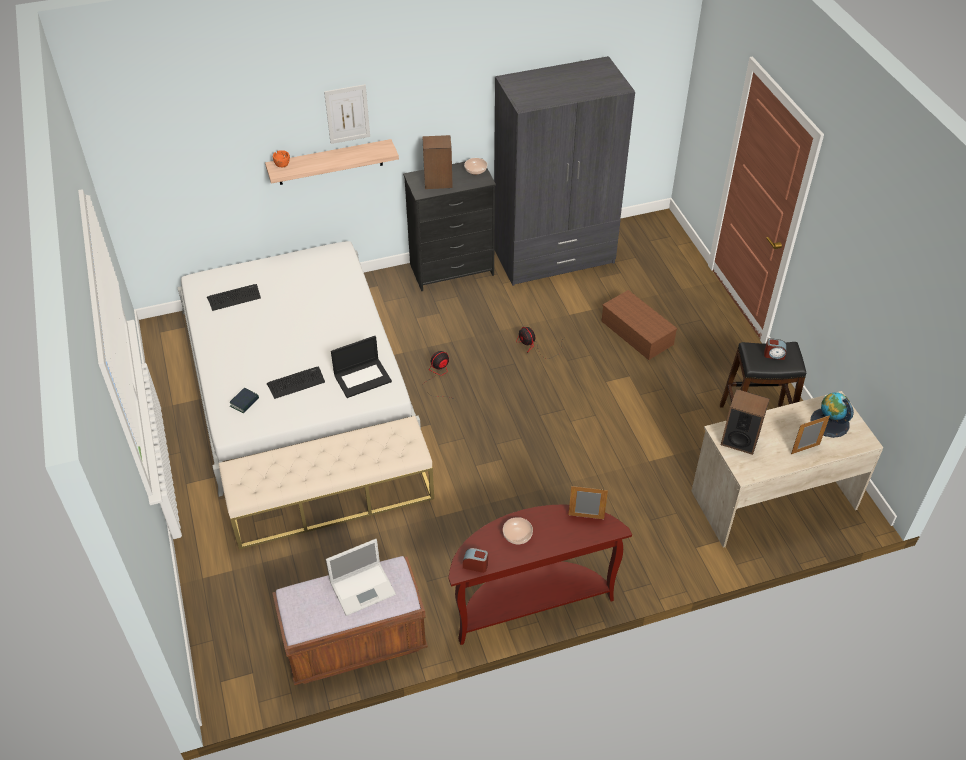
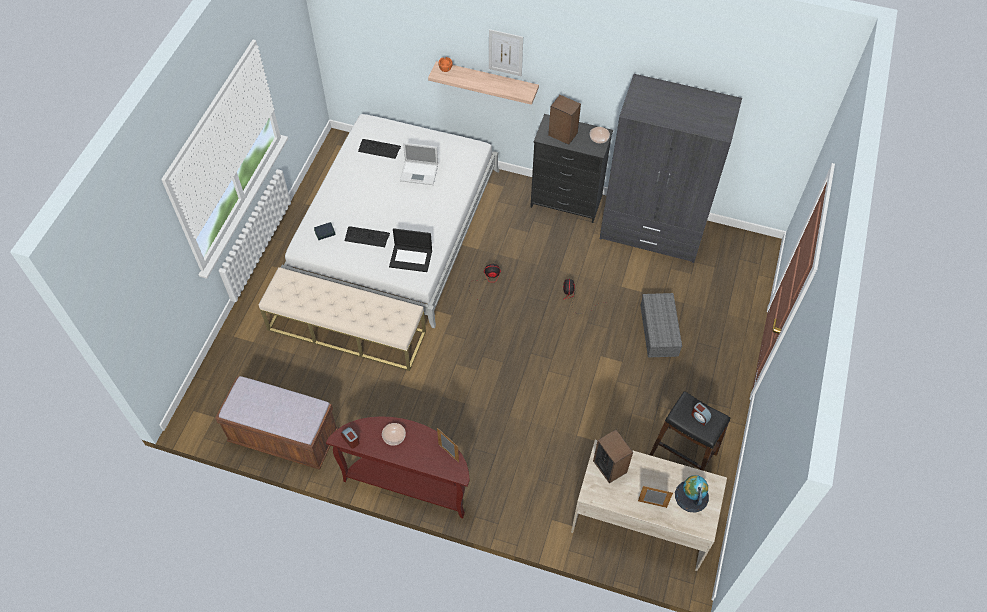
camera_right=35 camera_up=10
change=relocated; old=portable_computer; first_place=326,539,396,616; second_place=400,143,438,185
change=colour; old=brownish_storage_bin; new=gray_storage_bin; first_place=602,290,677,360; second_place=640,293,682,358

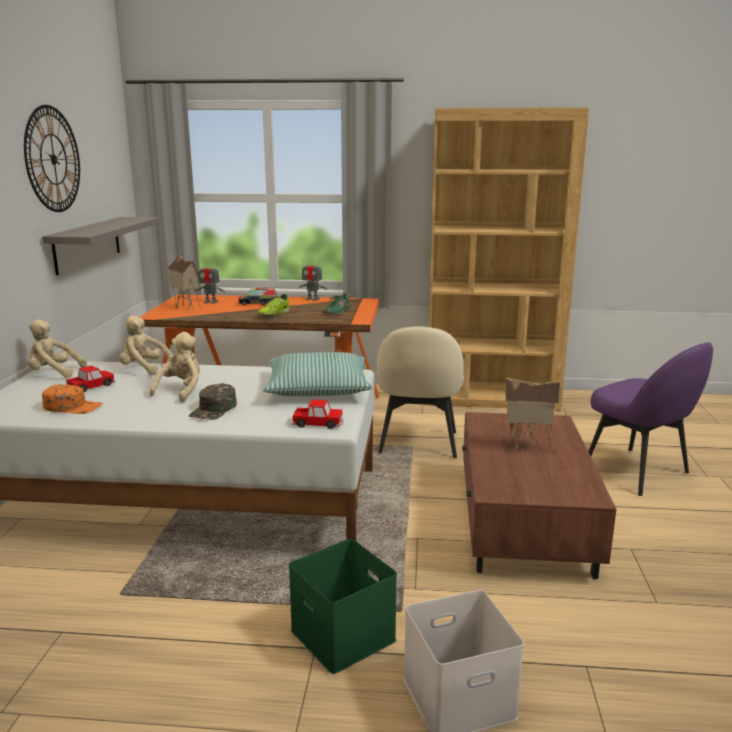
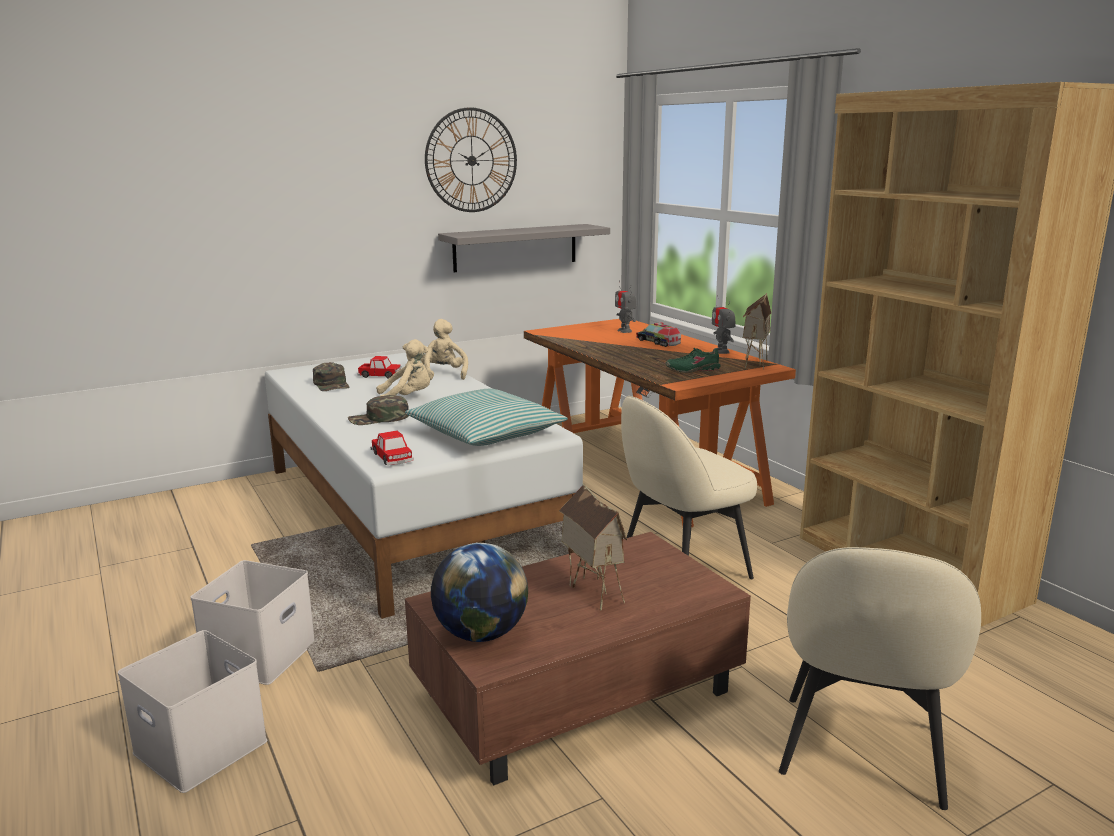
camera_right=55 camera_up=0
change=colour; old=green_storage_bin; new=whitish_storage_bin; first_place=289,539,397,674; second_place=190,560,315,685
change=colour; old=orange-coloured_baseball_cap; new=green_baseball_cap; first_place=42,385,103,414; second_place=313,362,349,391
change=appeared; new=desk_globe; second_place=431,543,528,642
change=relocated; old=miniature_house; first_place=167,255,202,313; second_place=743,293,771,370
change=colour; old=purplish_plain_chair; new=beige_plain_chair; first_place=588,342,713,496; second_place=779,547,981,810
change=missing; old=beige_soft_toy; first_place=29,320,87,378
change=missing; old=low_shoe; first_place=258,294,290,316

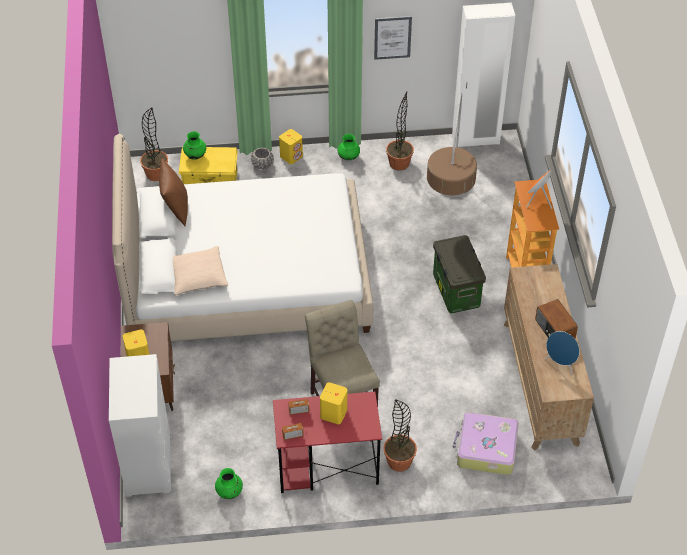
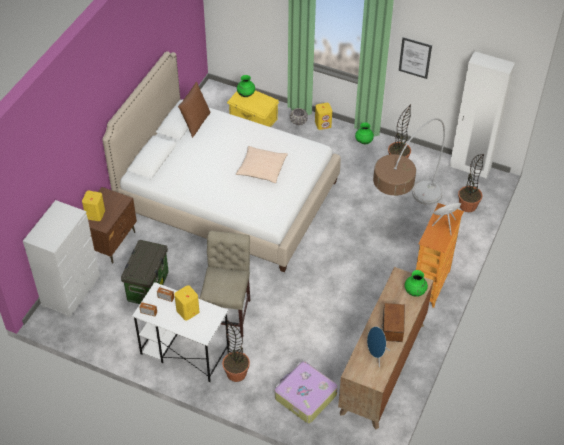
camera_right=30 camera_up=0
change=relocated; old=storage_bin; first_place=433,235,486,313; second_place=121,240,169,304
change=colour; old=reddish_desk_table; new=whitish_desk_table; first_place=273,392,382,493; second_place=132,282,229,382
change=relocated; old=beige_throw_pillow; first_place=173,246,228,295; second_place=236,146,288,183
change=relocated; old=green_flower_vase; first_place=215,468,243,499; second_place=405,270,428,297
change=relocated; old=plant_in_a_pot; first_place=140,108,168,181; second_place=458,154,484,212

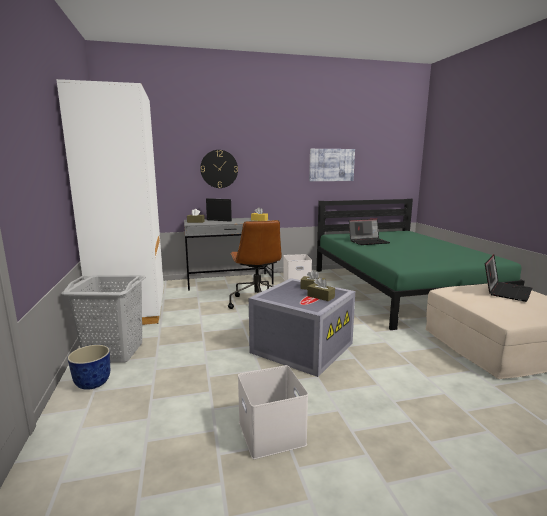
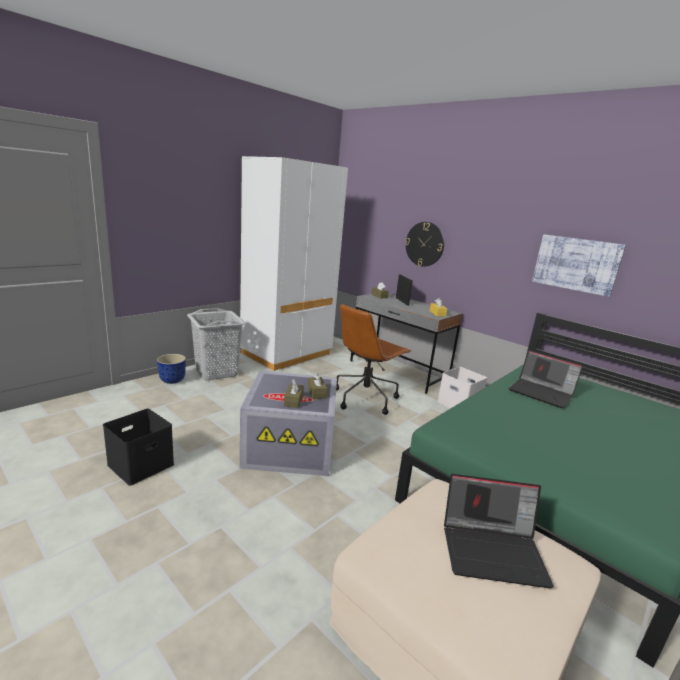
camera_right=55 camera_up=5
change=colour; old=whitish_storage_bin; new=blackish_storage_bin; first_place=238,365,308,459; second_place=103,409,174,486

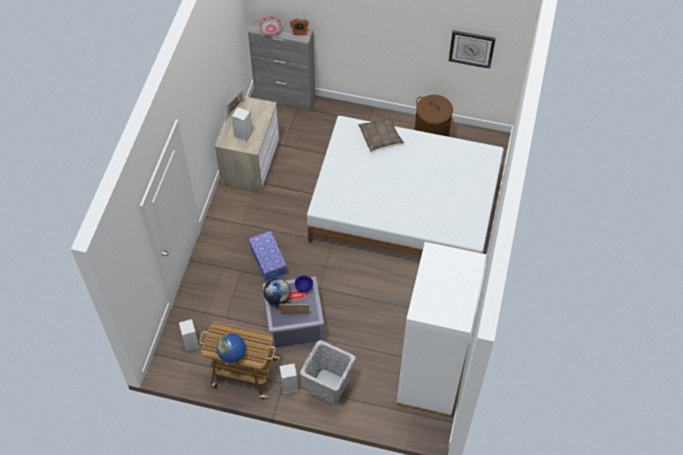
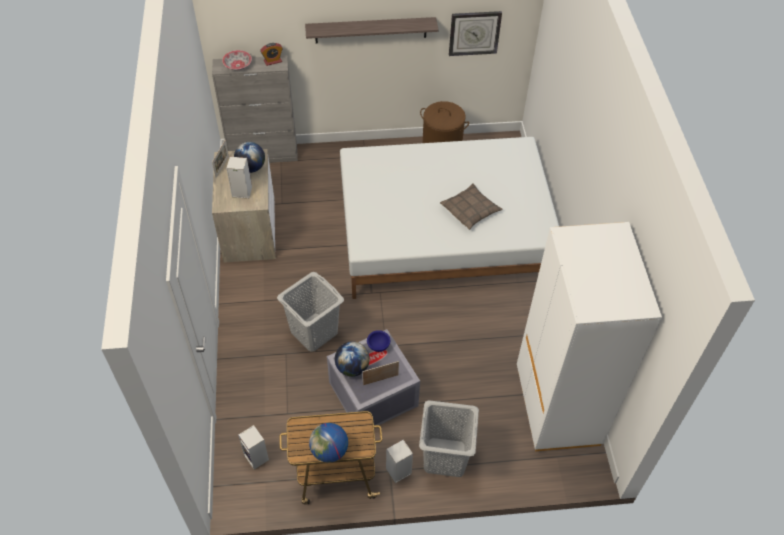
camera_right=-20 camera_up=-5
change=appeared; new=desk_globe; second_place=234,142,265,173
change=exchanged; old=storage_bin; new=gray_hamper; first_place=249,231,287,281; second_place=277,272,344,352
change=appeared; new=wall_shelf; second_place=305,17,439,43
change=relocated; old=throw_pillow; first_place=358,116,404,152; second_place=440,184,503,230

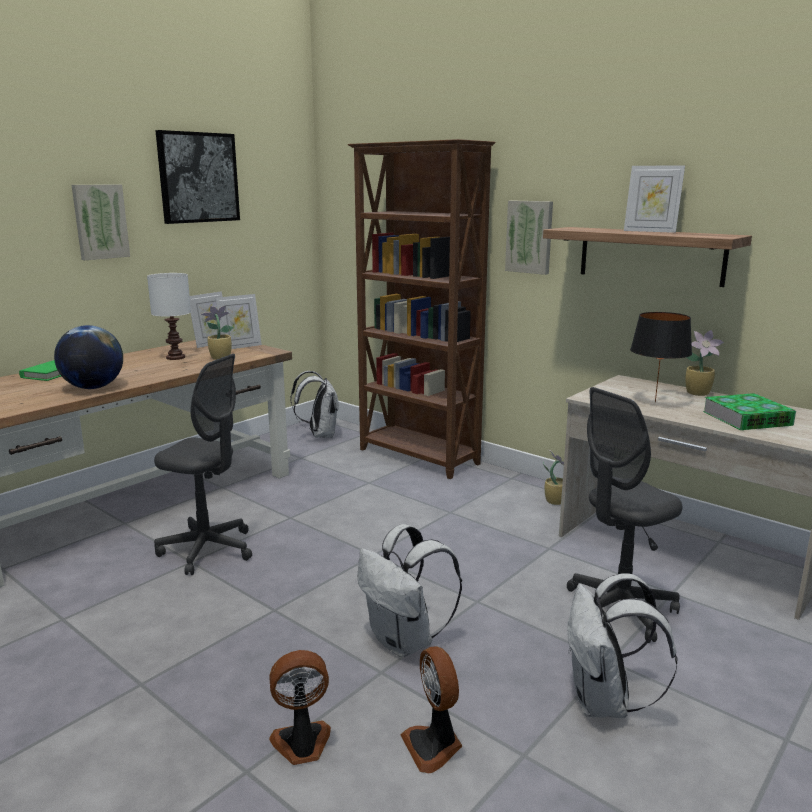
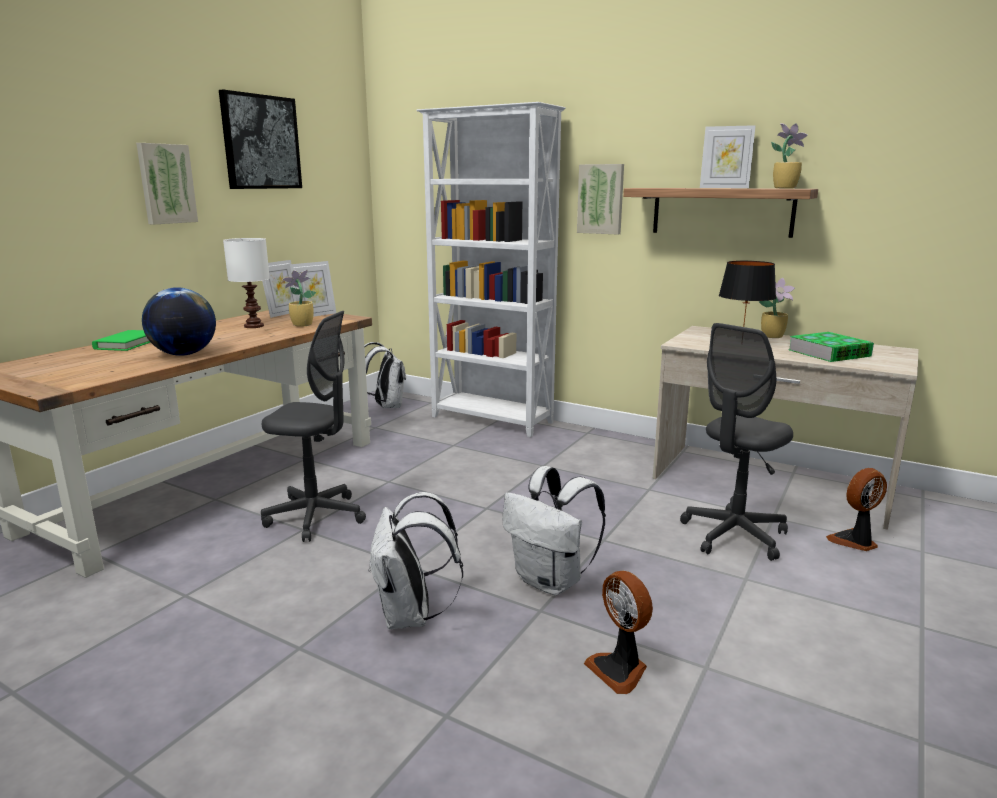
camera_right=-10 camera_up=0
change=relocated; old=whitish_backpack; first_place=567,573,678,718; second_place=368,492,463,629
change=colour; old=brownish_shelving_unit; new=whitish_shelving_unit; first_place=348,139,496,479; second_place=416,102,566,437
change=relocated; old=plant_in_a_pot; first_place=543,450,564,505; second_place=771,123,808,188
change=relocated; old=electric_fan; first_place=269,650,331,765; second_place=826,468,887,551

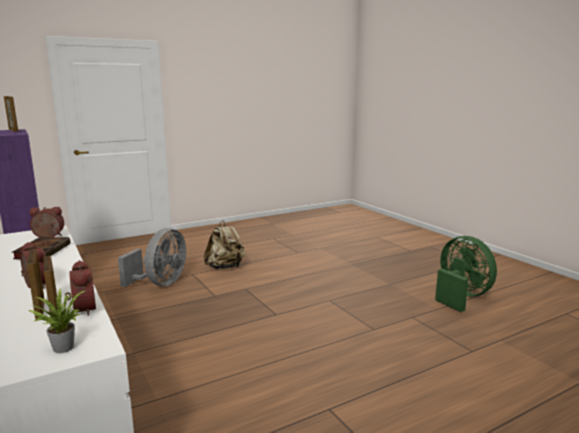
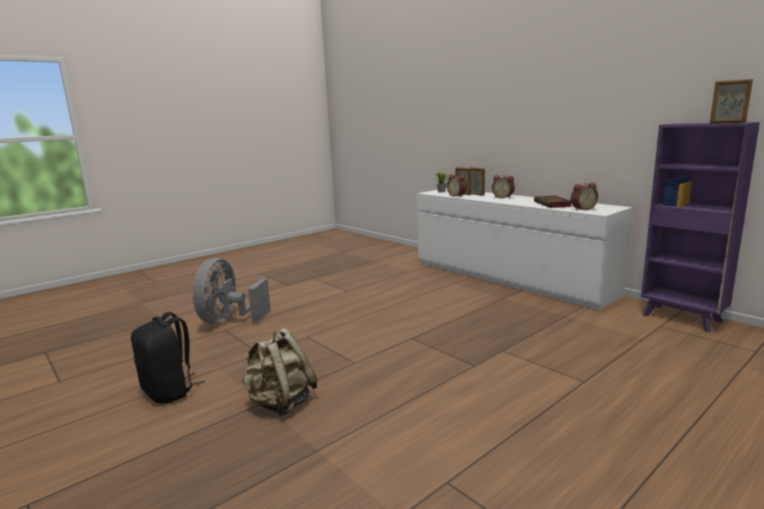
camera_right=170 camera_up=0
change=exchanged; old=green_electric_fan; new=blackish_backpack; first_place=435,236,497,312; second_place=131,312,205,404
change=relocated; old=gray_electric_fan; first_place=118,228,186,287; second_place=193,258,271,324
change=relocated; old=beige_backpack; first_place=204,221,245,269; second_place=242,328,318,416

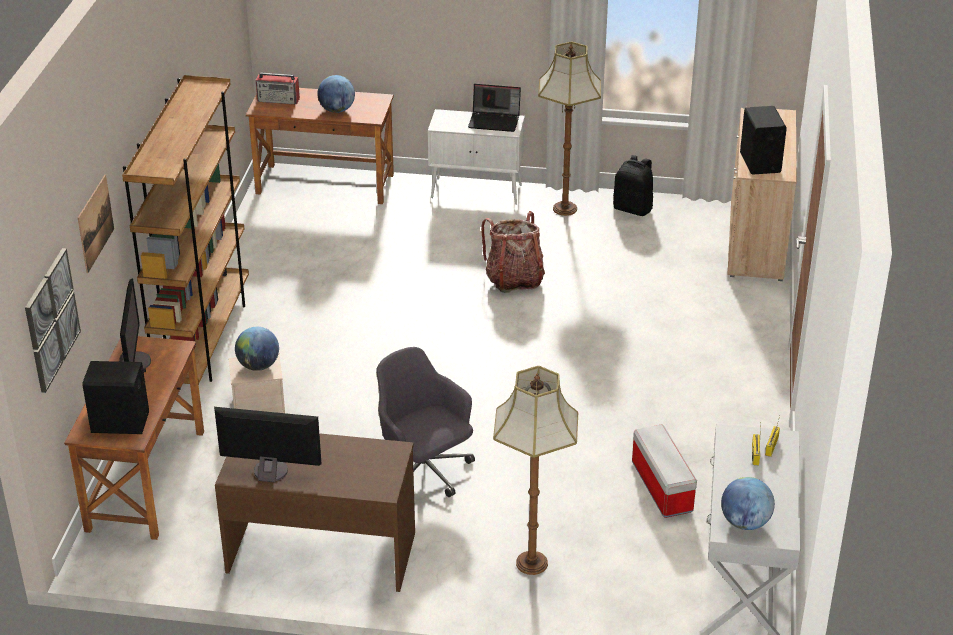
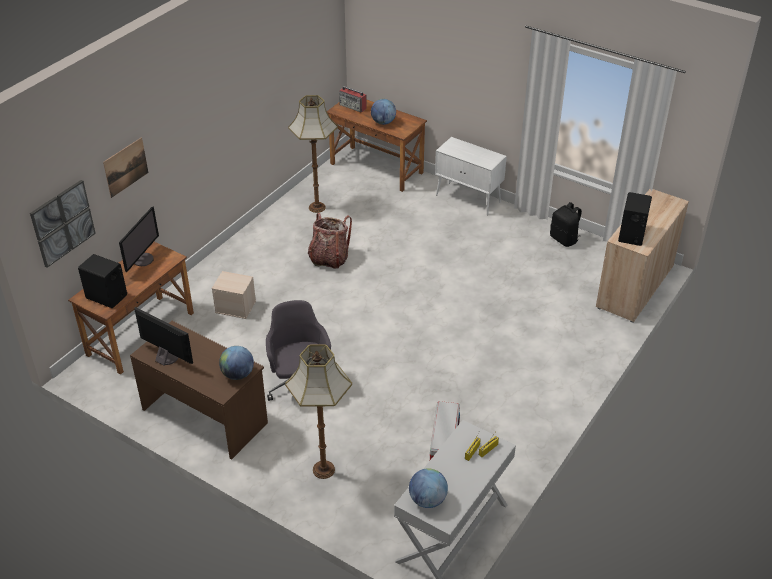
camera_right=25 camera_up=5
change=relocated; old=desk_globe; first_place=235,327,279,371; second_place=219,346,254,380
change=relocated; old=standing_lamp; first_place=538,42,601,216; second_place=288,95,338,213
change=relocated; old=backpack; first_place=481,211,545,293; second_place=308,213,352,269
change=missing; old=brownish_shelving_unit; first_place=122,75,249,385
change=missing; old=portable_computer; first_place=468,84,521,132

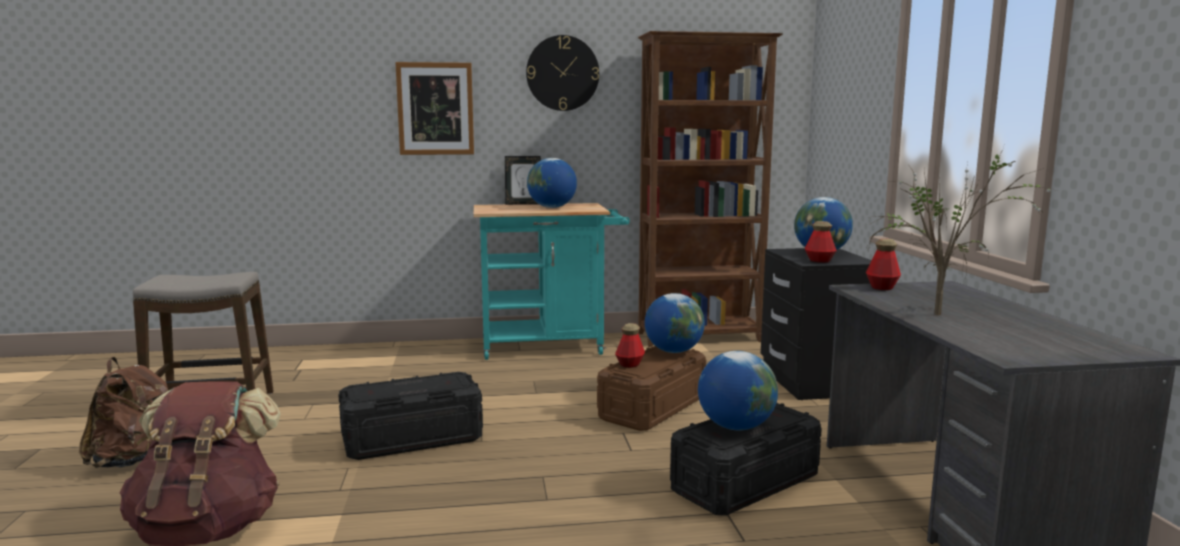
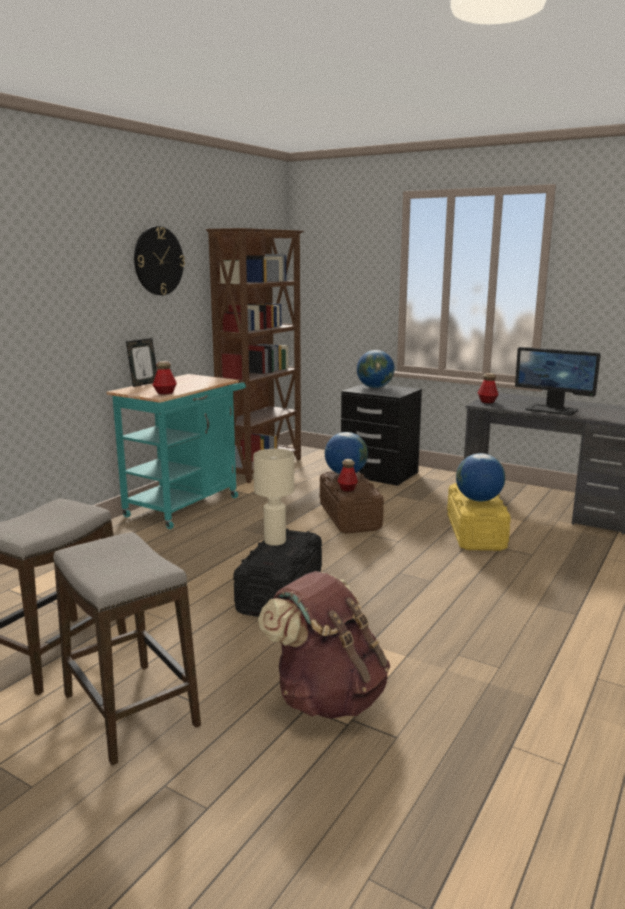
camera_right=-50 camera_up=5
change=exchanged; old=brownish_backpack; new=stool; first_place=79,357,169,468; second_place=53,532,201,765
change=relocated; old=beverage_bottle; first_place=805,221,837,263; second_place=153,361,177,395
change=appeared; new=beige_tabletop_lamp; second_place=253,449,294,546
change=colour; old=blackish_storage_bin; new=yellow_storage_bin; first_place=670,403,822,516; second_place=447,483,511,551
change=exchanged; old=plant_in_a_pot; new=computer_screen; first_place=867,147,1057,316; second_place=515,347,601,416
change=missing; old=wall_art; first_place=395,62,474,155
change=missing; old=desk_globe; first_place=527,158,577,208

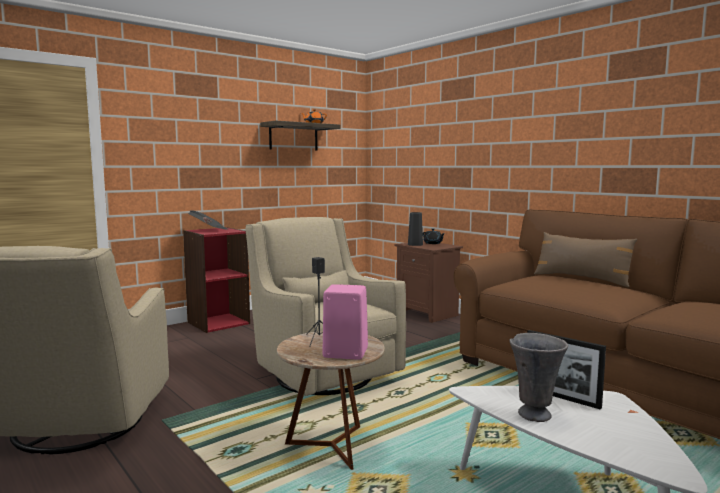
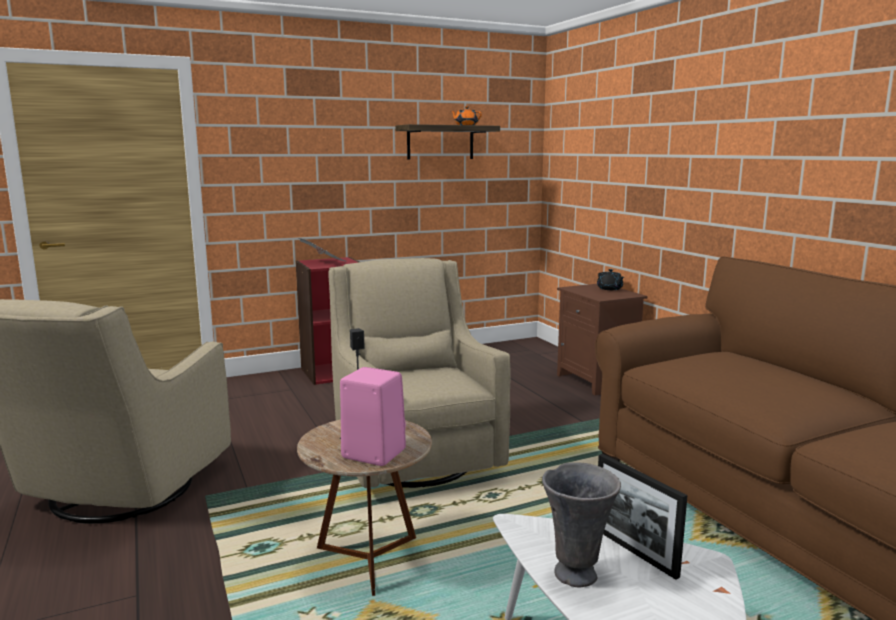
camera_right=15 camera_up=5
change=missing; old=blackish_flower_vase; first_place=408,212,423,246
change=missing; old=brownish_throw_pillow; first_place=534,232,637,287

